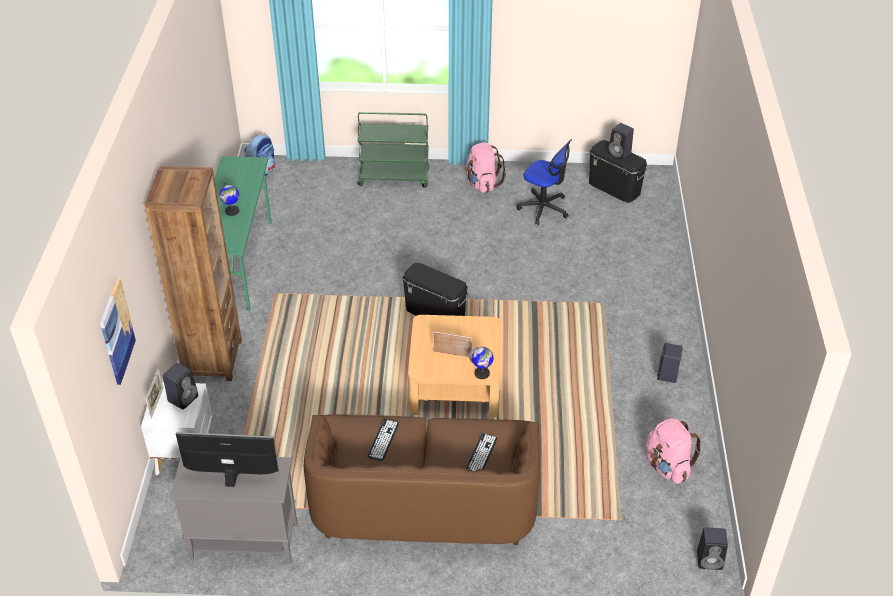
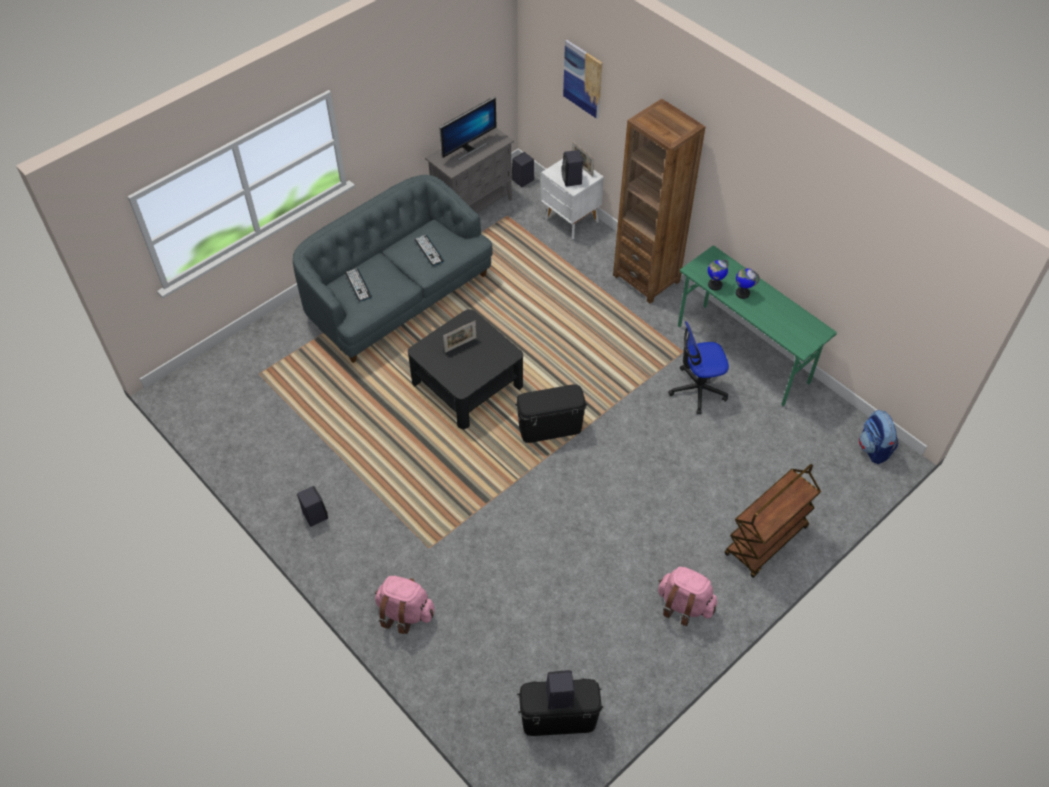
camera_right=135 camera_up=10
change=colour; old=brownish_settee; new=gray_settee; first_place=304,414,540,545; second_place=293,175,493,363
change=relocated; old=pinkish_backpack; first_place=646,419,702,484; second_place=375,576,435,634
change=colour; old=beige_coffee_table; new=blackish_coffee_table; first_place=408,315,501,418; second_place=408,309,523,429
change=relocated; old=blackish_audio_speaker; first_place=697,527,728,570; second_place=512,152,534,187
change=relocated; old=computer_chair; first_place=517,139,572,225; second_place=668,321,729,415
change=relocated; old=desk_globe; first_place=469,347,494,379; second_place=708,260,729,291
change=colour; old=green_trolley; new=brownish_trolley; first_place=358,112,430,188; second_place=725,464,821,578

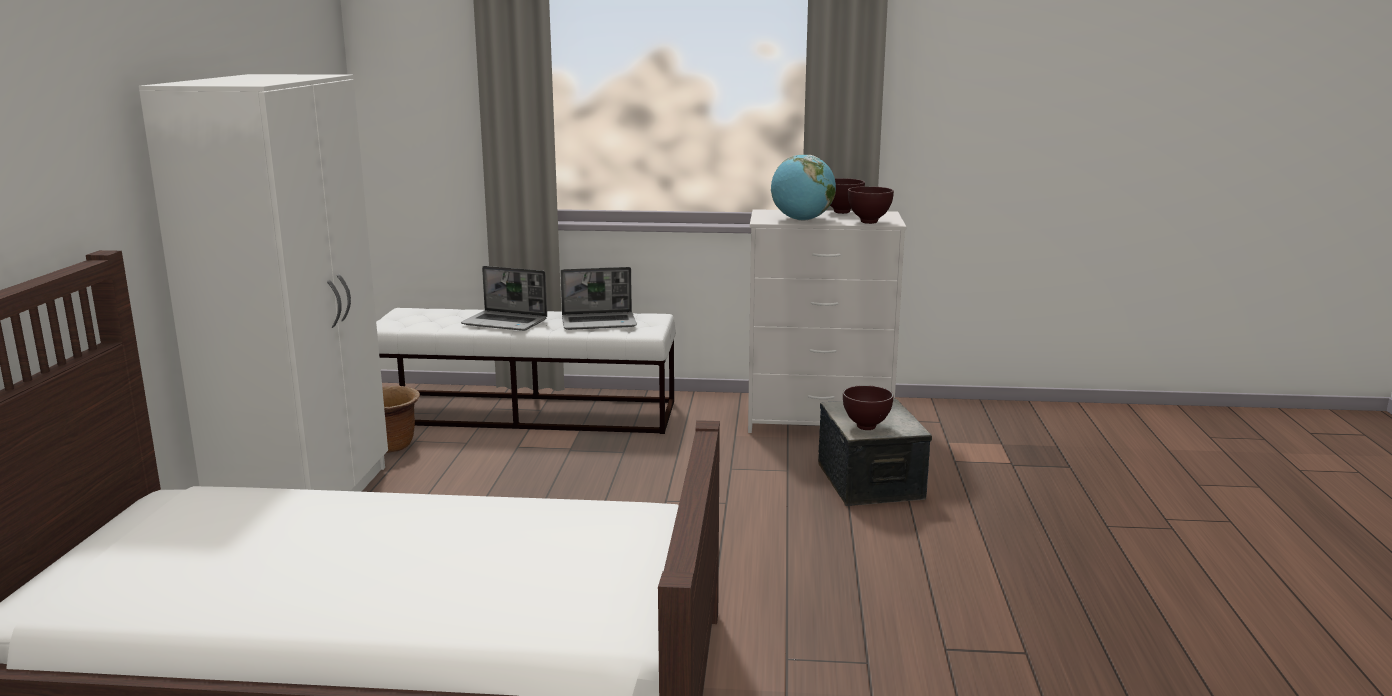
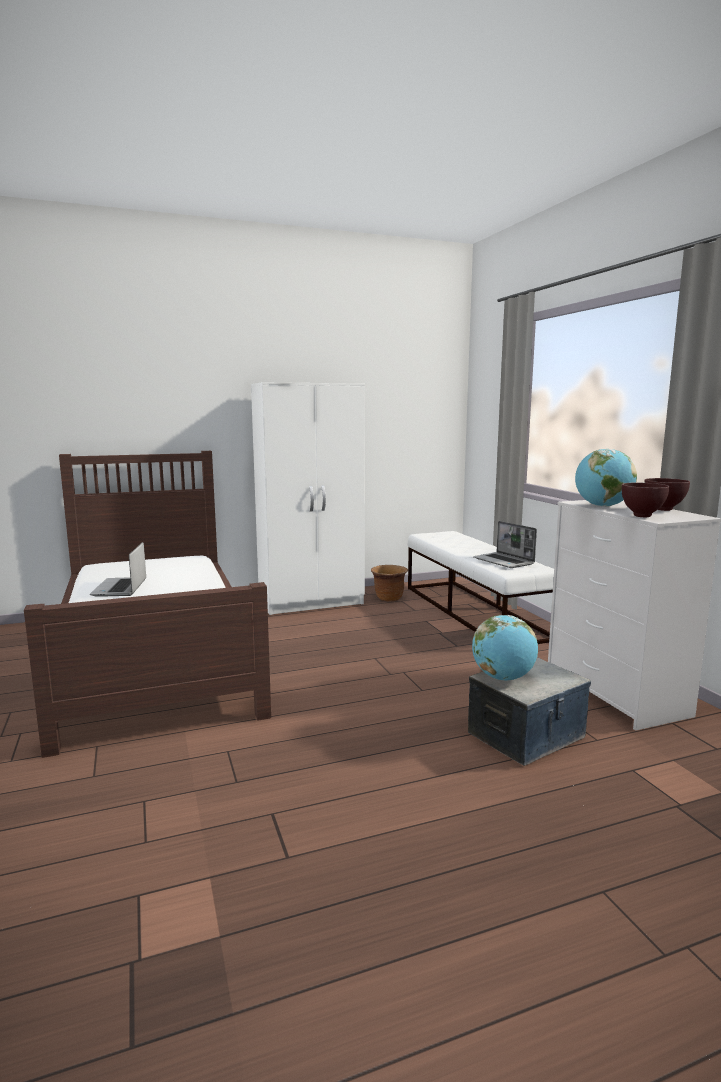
camera_right=65 camera_up=-5
change=relocated; old=portable_computer; first_place=461,266,547,331; second_place=90,542,146,597
change=exchanged; old=brownish_deep_dish; new=desk_globe; first_place=843,385,894,430; second_place=472,615,538,680

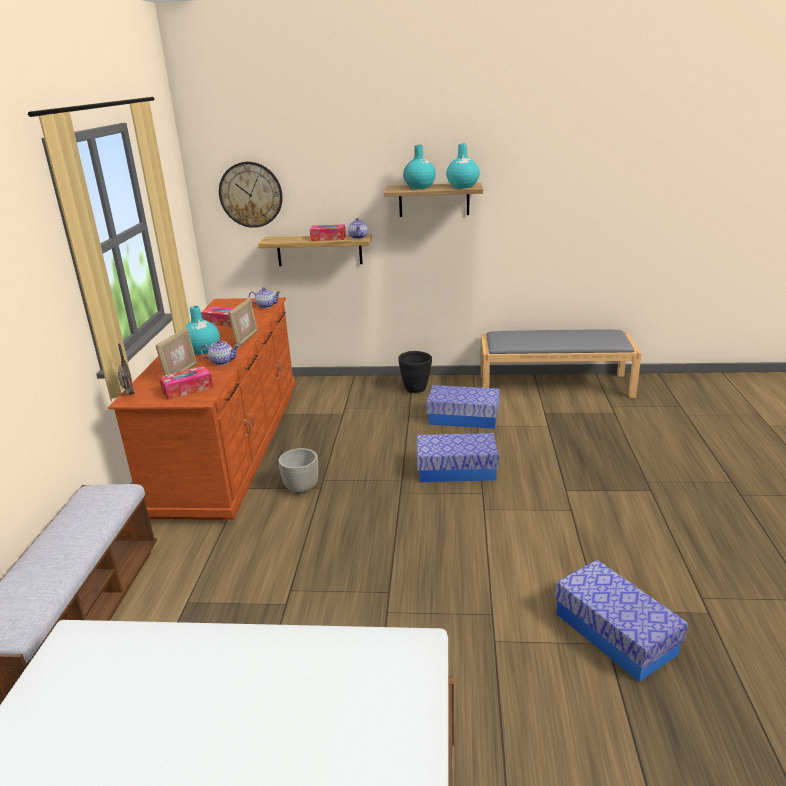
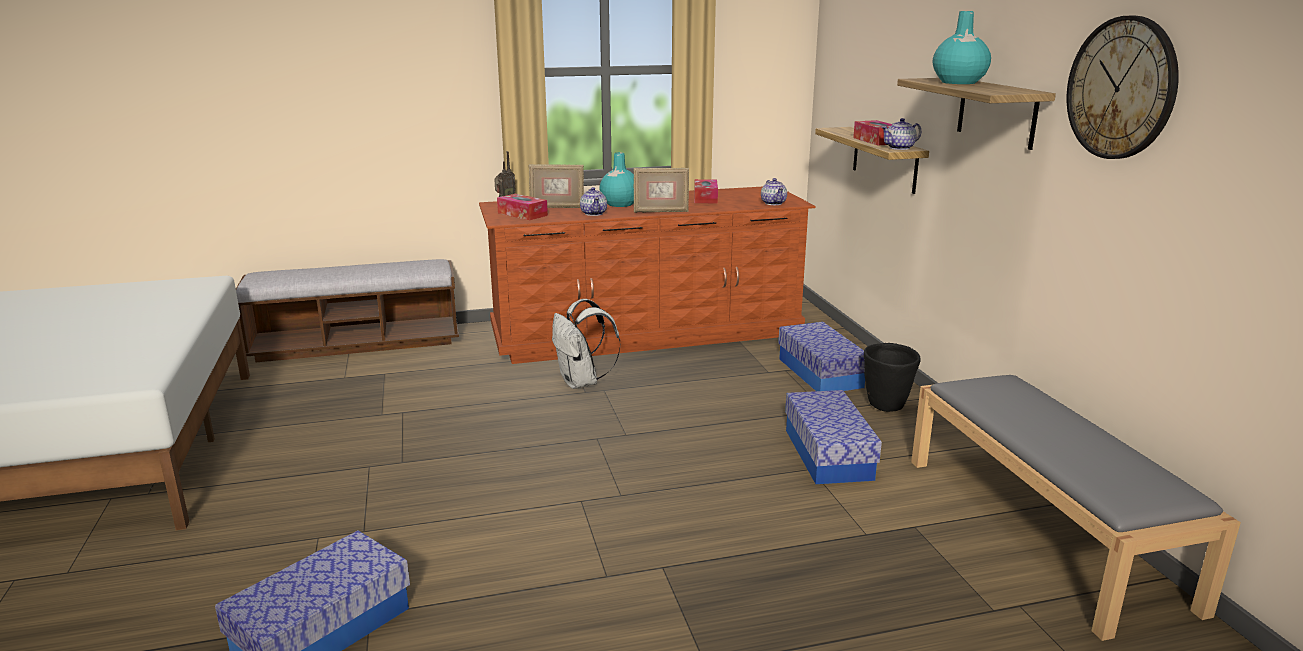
camera_right=70 camera_up=-5
change=exchanged; old=gray_plant_pot; new=whitish_backpack; first_place=278,448,318,494; second_place=552,299,621,389
change=relocated; old=storage_bin; first_place=417,433,499,482; second_place=778,322,865,391
change=relocated; old=clock_on_the_wall; first_place=219,162,283,228; second_place=1067,16,1179,159
change=missing; old=turquoise-coloured_flower_vase; first_place=446,144,480,188

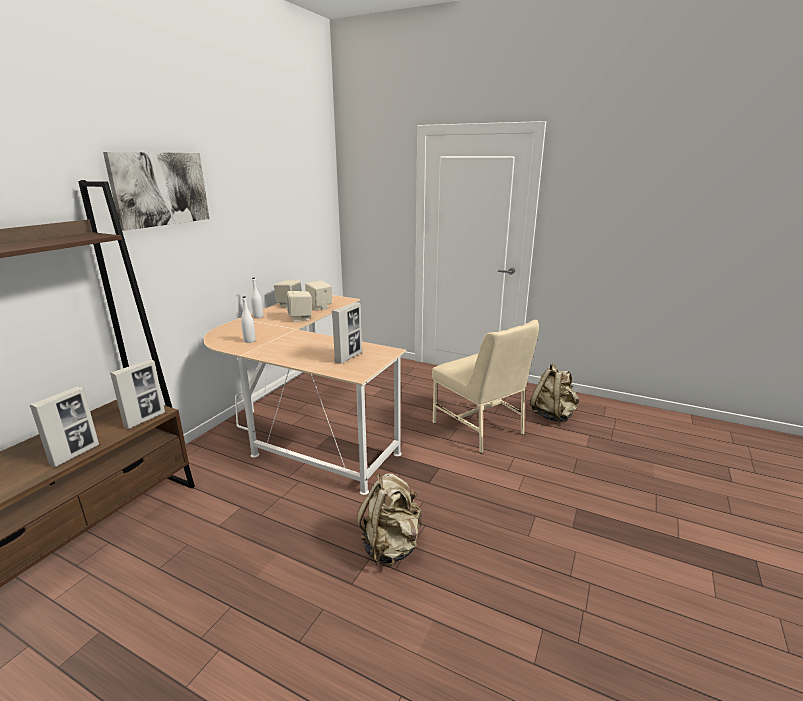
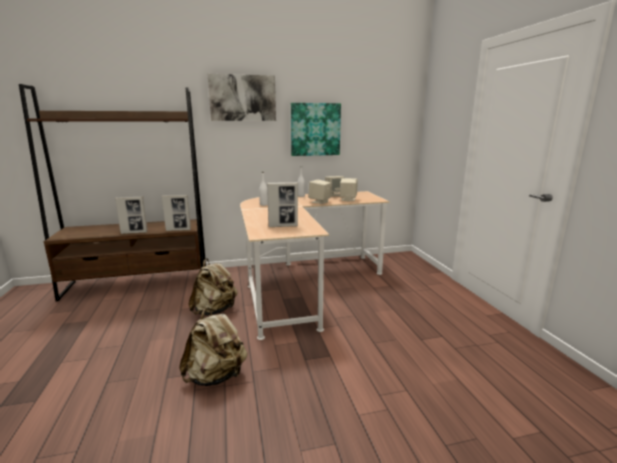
camera_right=50 camera_up=-5
change=relocated; old=beige_backpack; first_place=530,364,579,422; second_place=189,258,238,316
change=appeared; new=wall_art; second_place=291,103,341,156
change=missing; old=beige_plain_chair; first_place=432,320,539,454

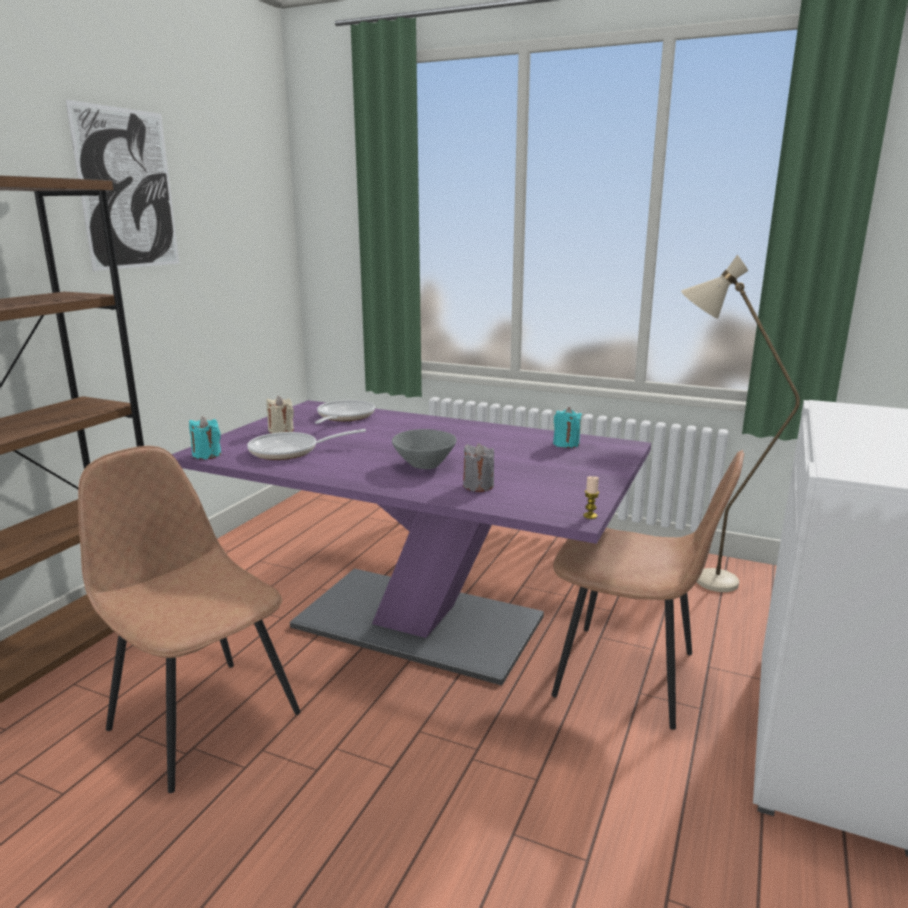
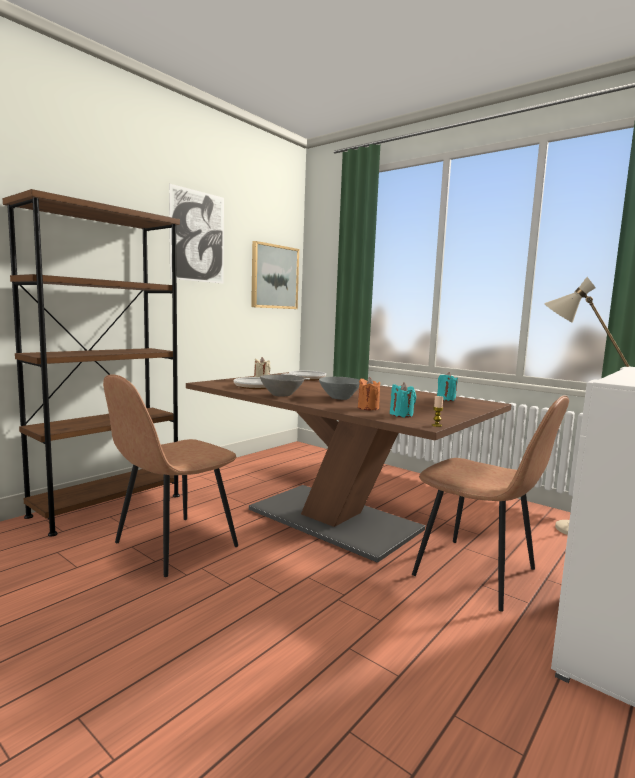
camera_right=15 camera_up=-10
change=spun; old=brownish_plain_chair; first_place=78,446,301,793; second_place=103,374,238,577; degrees=-105
change=colour; old=purplish_kitchen_table; new=brownish_kitchen_table; first_place=172,400,651,685; second_place=186,372,512,563
change=appeared; new=wall_art; second_place=251,241,299,309
change=appeared; new=gray_deep_dish; second_place=260,374,305,397
change=colour; old=gray_wax_light; new=orange-coloured_wax_light; first_place=463,443,494,492; second_place=358,377,380,410
change=relocated; old=turquoise-coloured_wax_light; first_place=189,417,221,459; second_place=390,382,416,418

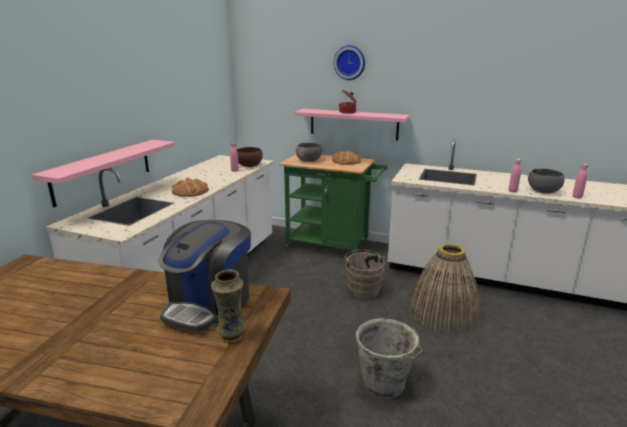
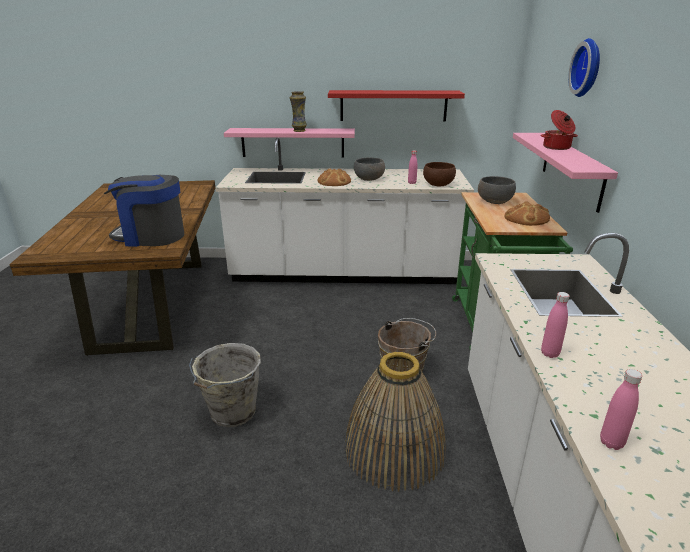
camera_right=70 camera_up=5
change=relocated; old=flower_vase; first_place=211,270,246,343; second_place=290,91,307,132
change=appeared; new=reddish_wall_shelf; second_place=328,90,465,122
change=relocated; old=gray_deep_dish; first_place=528,169,564,194; second_place=354,157,385,181

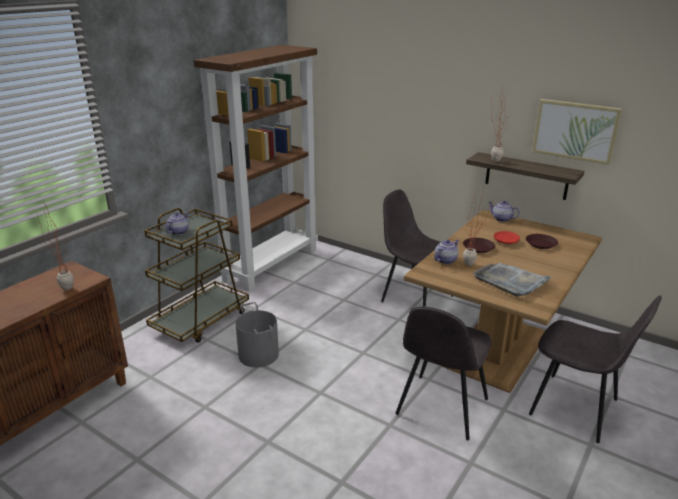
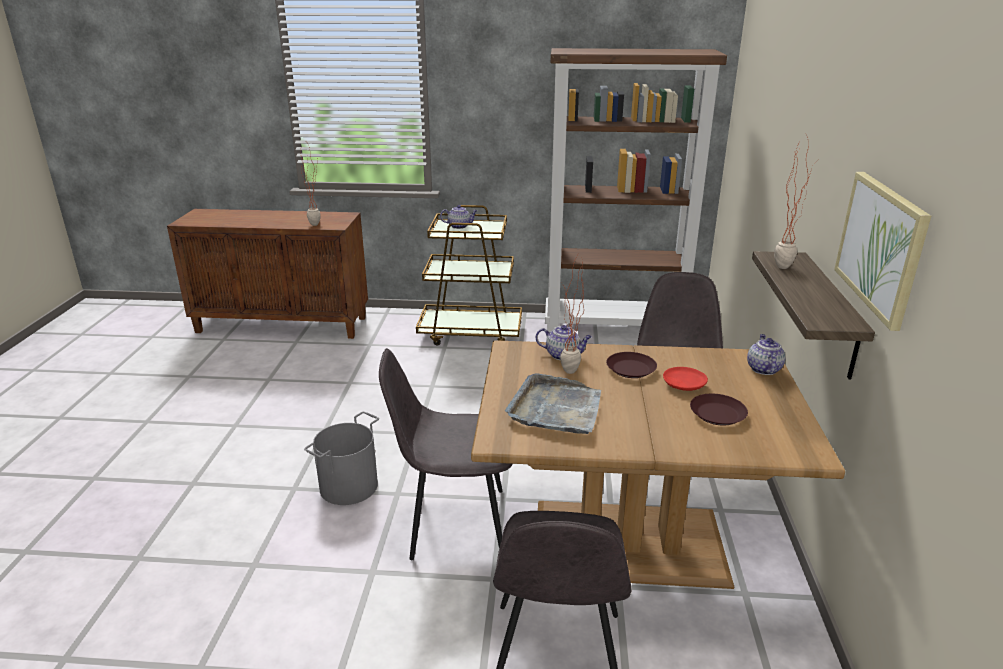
camera_right=60 camera_up=0
change=relocated; old=gray_water_bucket; first_place=235,302,279,368; second_place=304,412,379,505

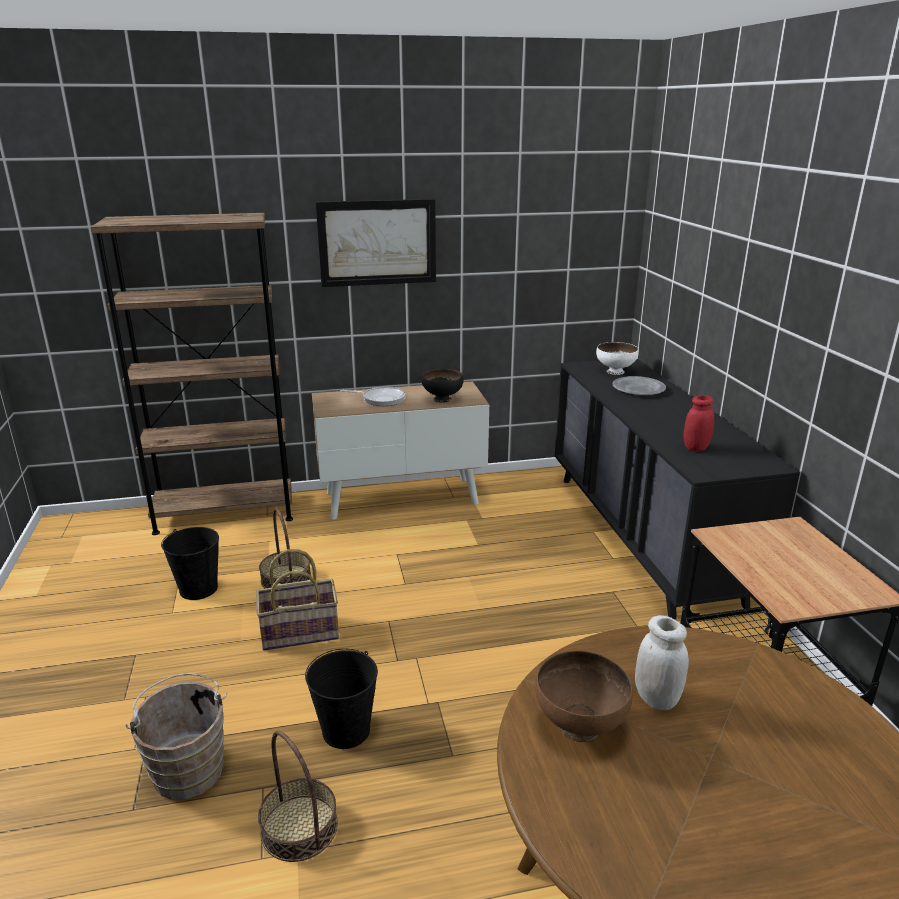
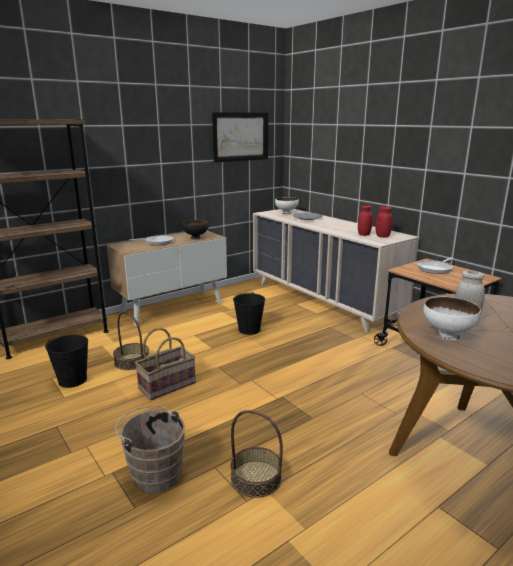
camera_right=-25 camera_up=-5
change=relocated; old=wall_art; first_place=316,199,436,287; second_place=212,112,268,163
change=relocated; old=blackish_water_bucket; first_place=305,649,378,749; second_place=233,292,265,335
change=colour; old=blackish_drawer_chest; new=beige_drawer_chest; first_place=555,359,800,620; second_place=253,209,419,333
change=appeared; new=reddish_jar; second_place=375,206,392,238
change=appeared; new=frying_pan; second_place=418,257,454,274
change=colour; old=brownish_deep_dish; new=whitish_deep_dish; first_place=535,651,633,742; second_place=423,297,481,341

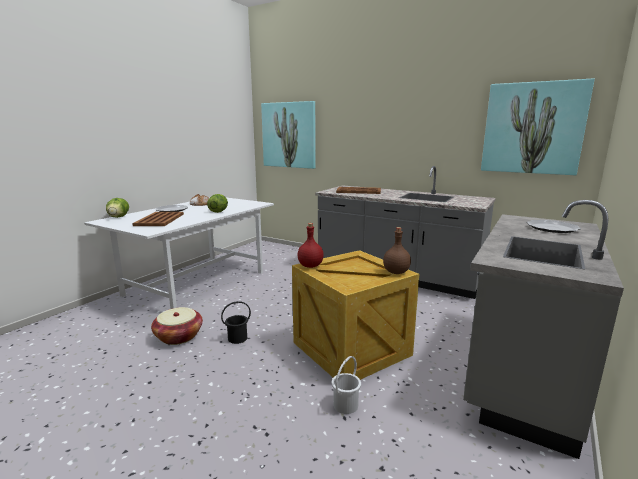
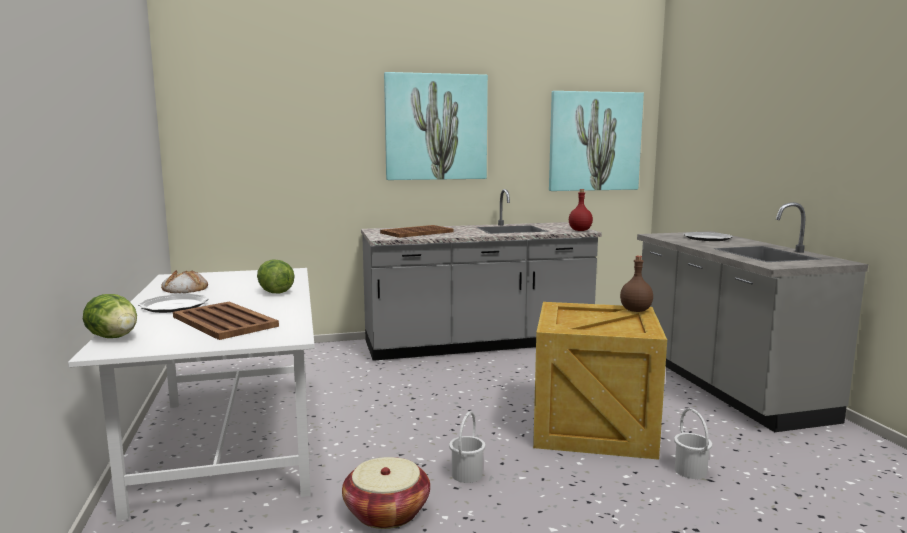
camera_right=-45 camera_up=-5
change=relocated; old=wall_art; first_place=261,101,315,169; second_place=384,72,488,180
change=colour; old=blackish_water_bucket; new=whitish_water_bucket; first_place=221,301,251,344; second_place=449,411,485,483
change=relocated; old=reddish_beverage_bottle; first_place=298,223,324,268; second_place=569,189,593,231

